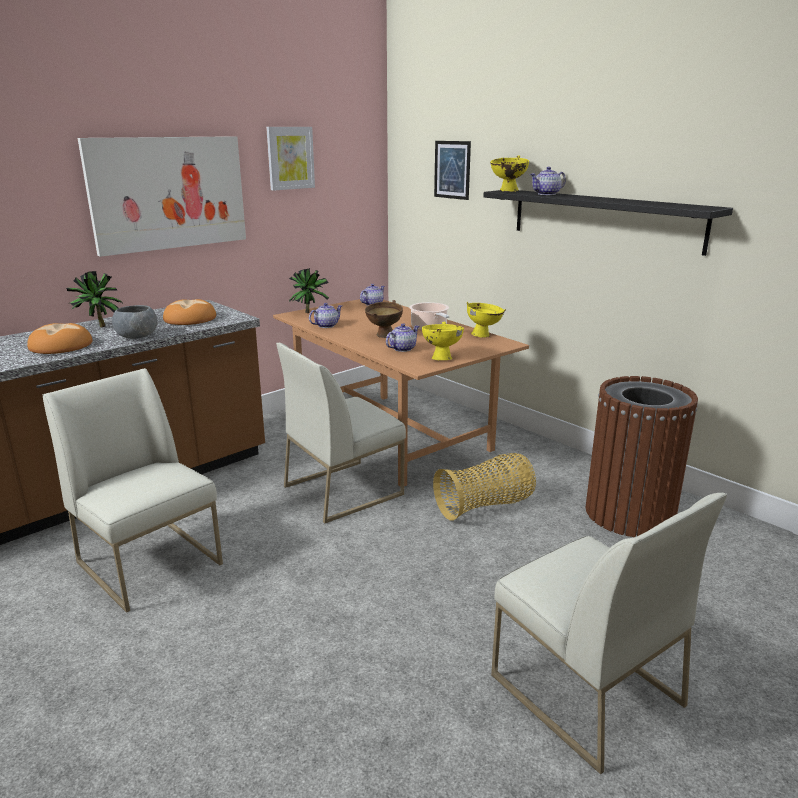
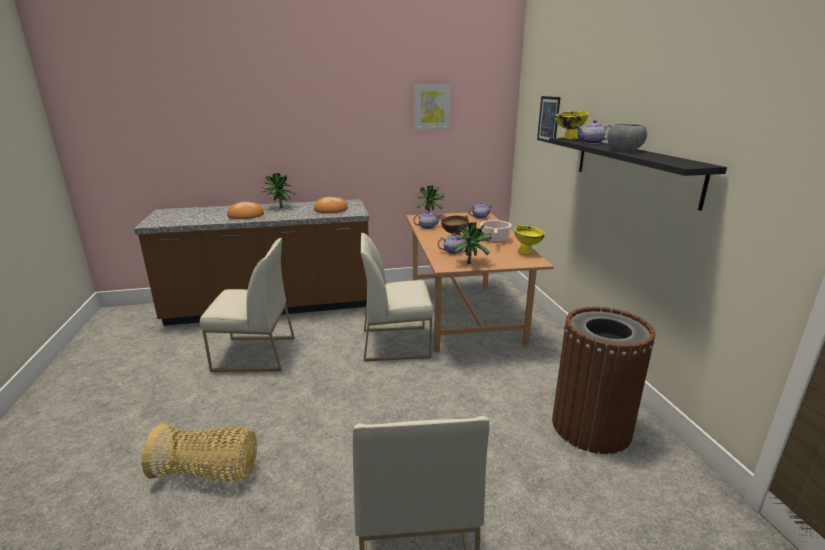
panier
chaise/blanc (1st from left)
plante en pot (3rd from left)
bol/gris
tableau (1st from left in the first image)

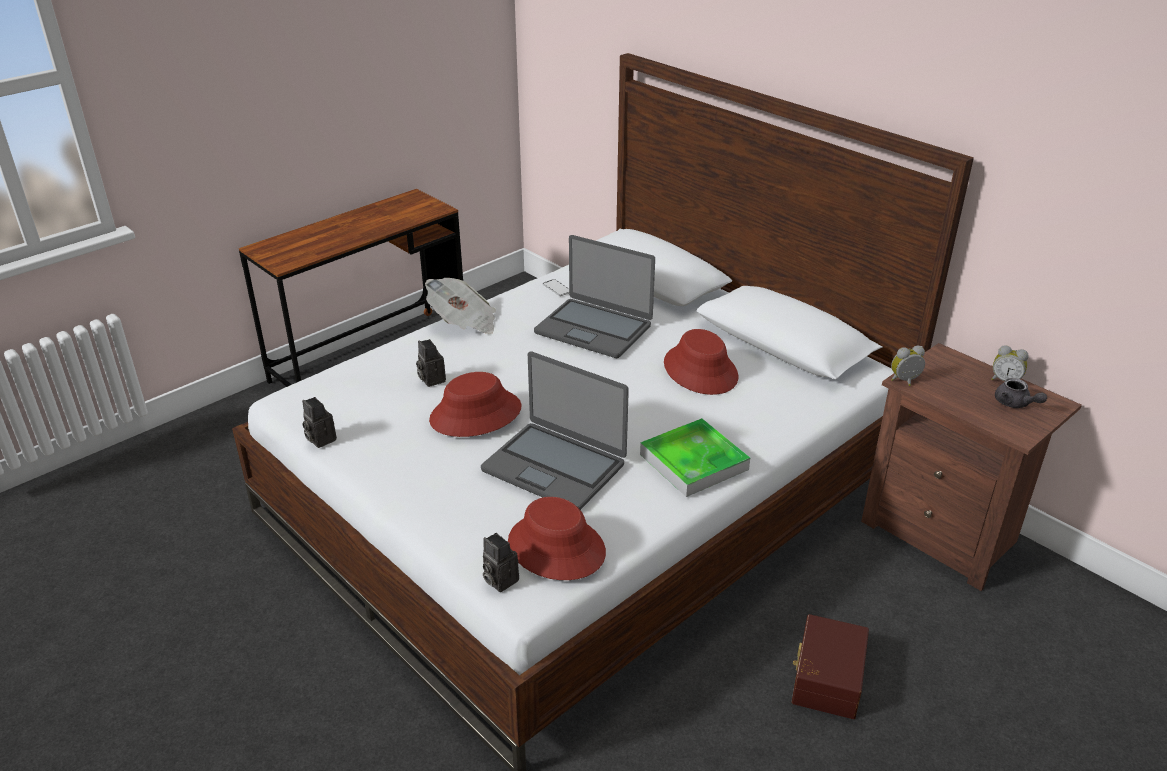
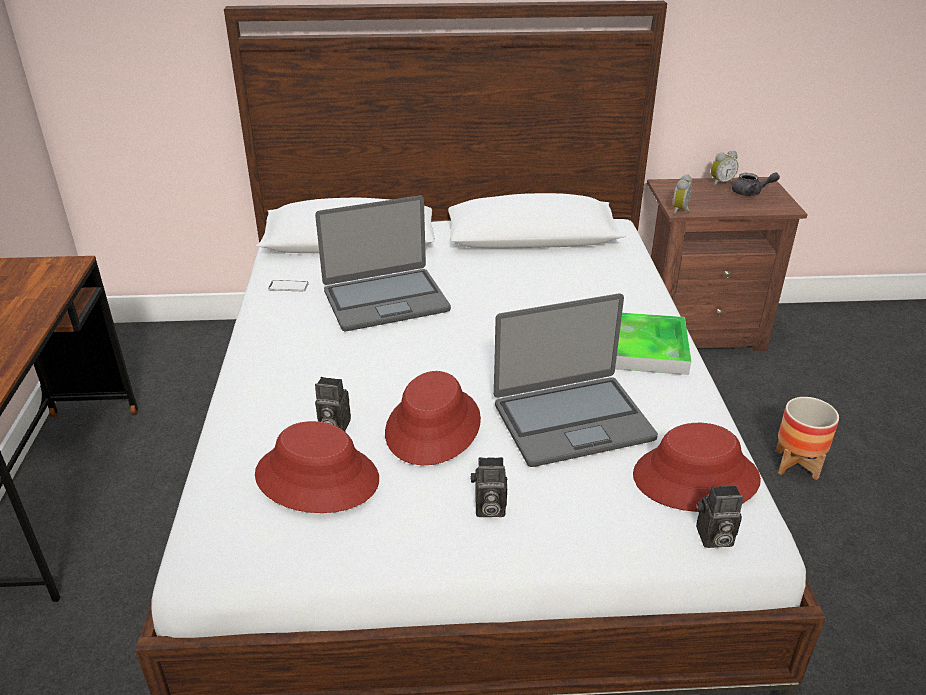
chapeau/rouge (1st from left)
appareil photo (2nd from left)
cache-pot
journal

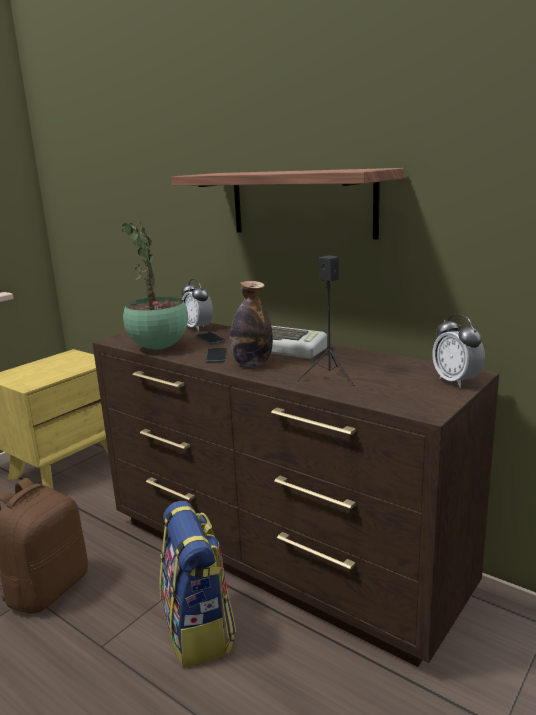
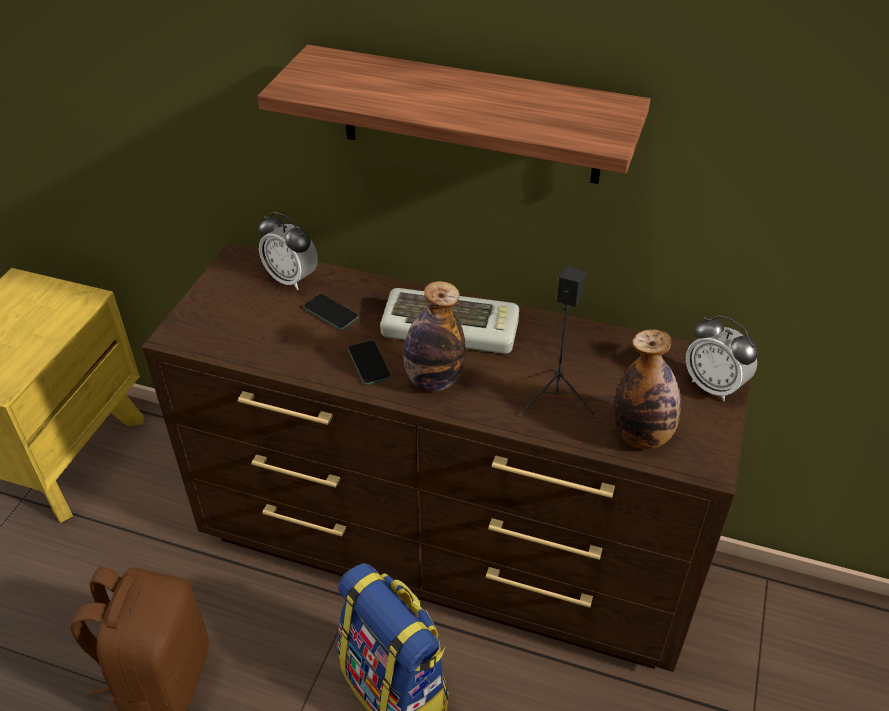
bouteille (2nd from left)
plante en pot

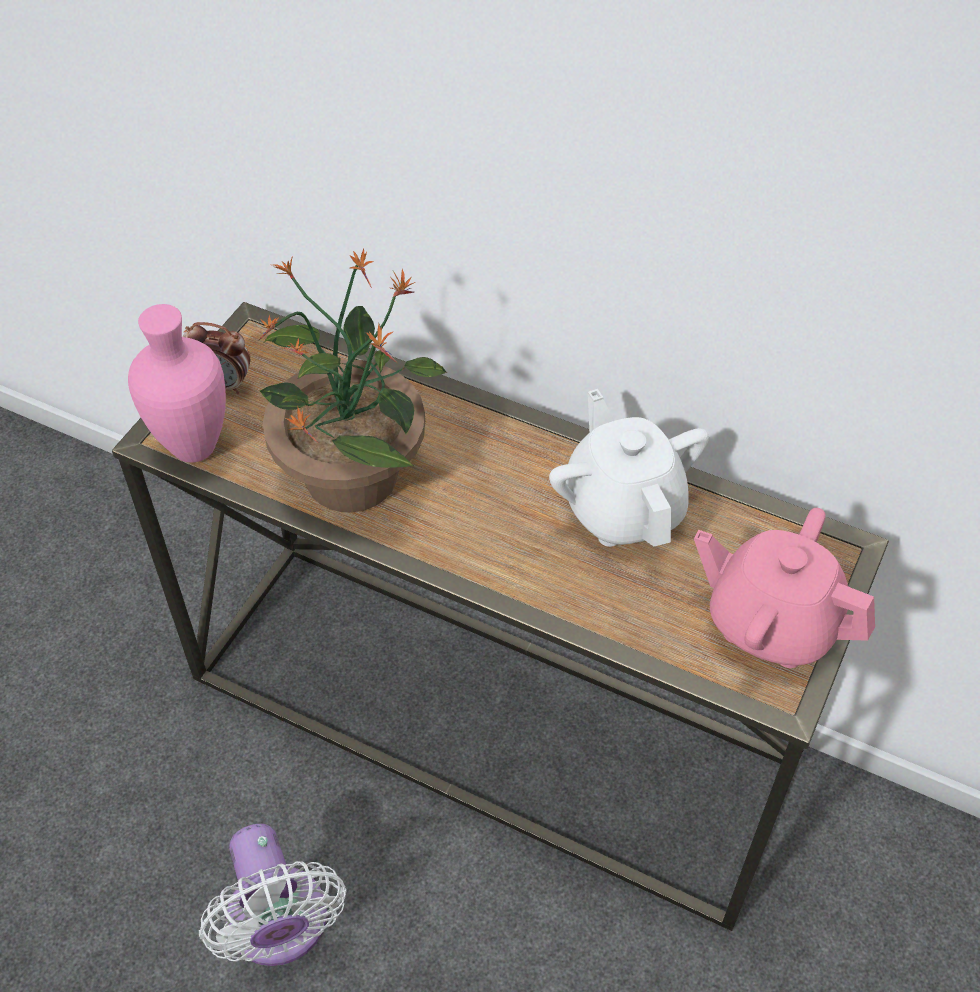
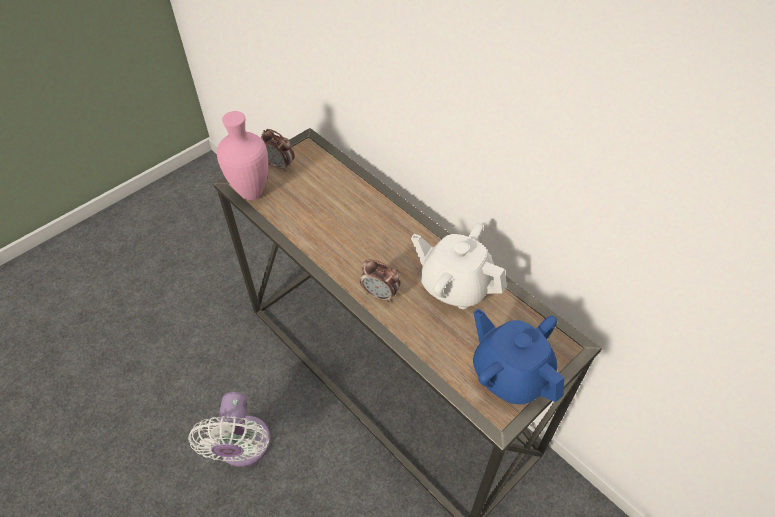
réveil (2nd from left)
théière/blanc
théière/bleu
plante en pot

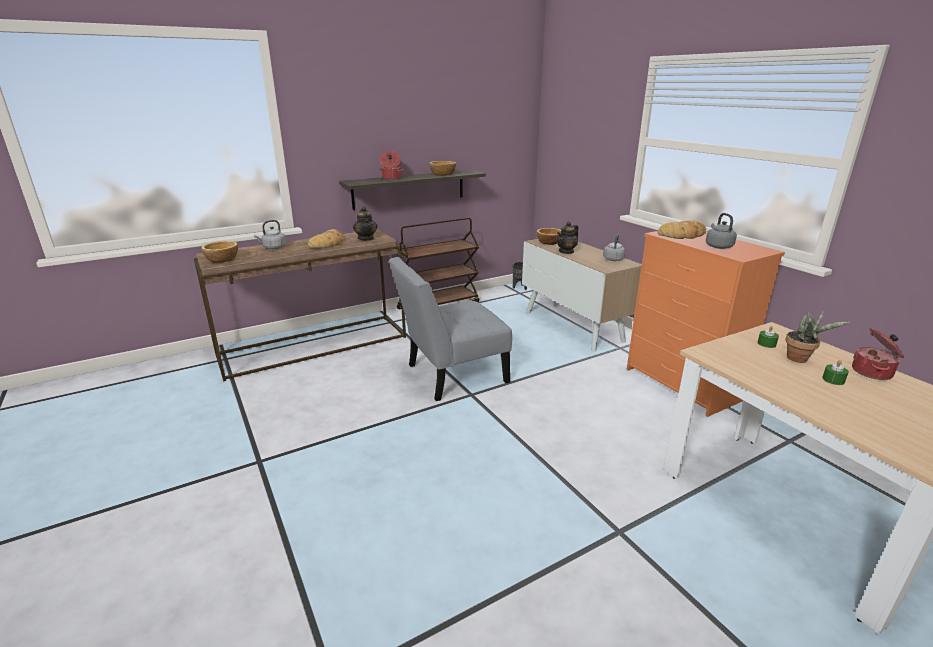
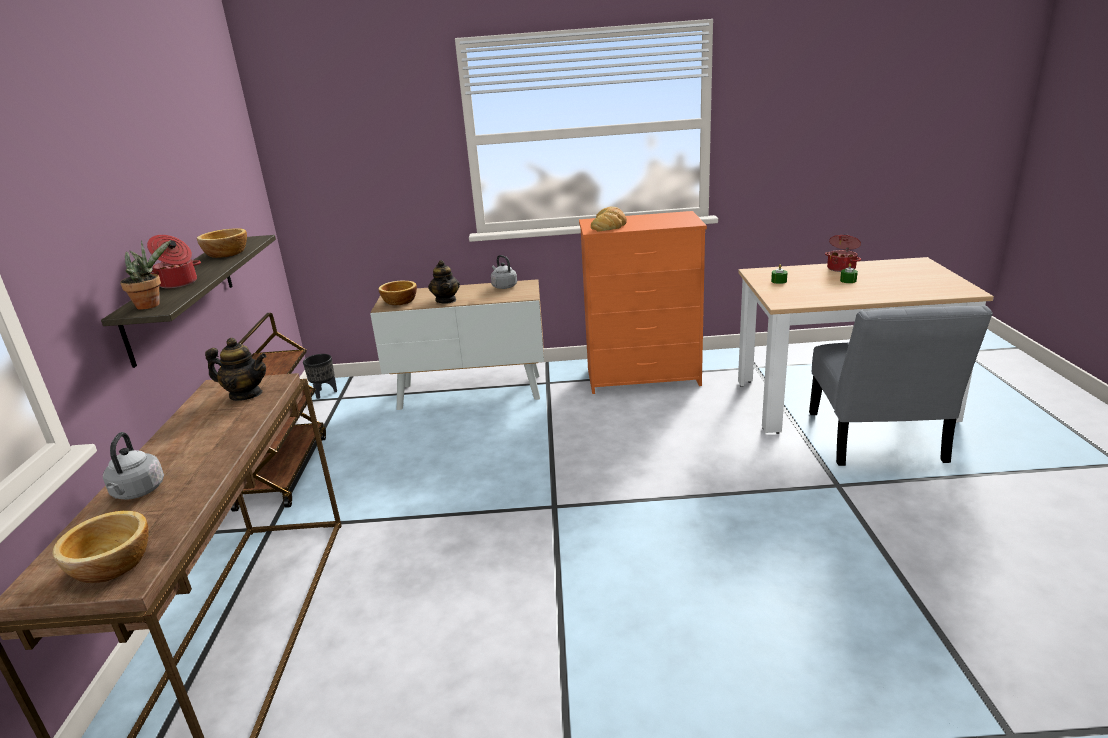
plante en pot
chaise/gris
pain (1st from left in the first image)
bouilloire/gris (3rd from left in the first image)

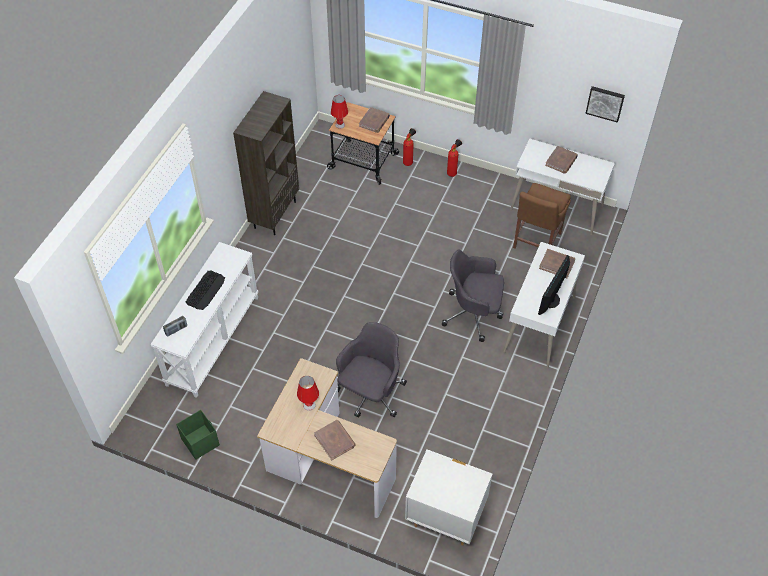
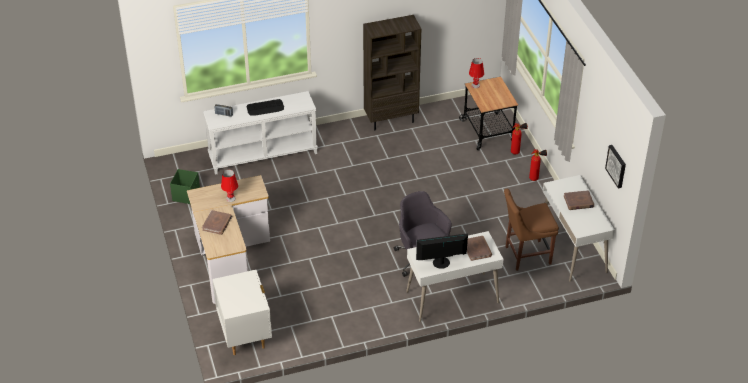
chaise de bureau/gris (1st from left in the first image)
livre/marron (2nd from left in the first image)

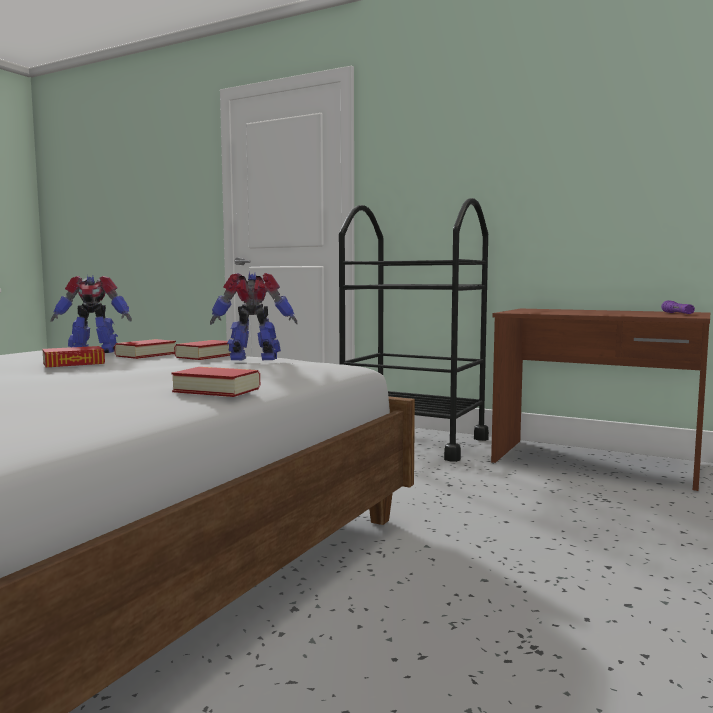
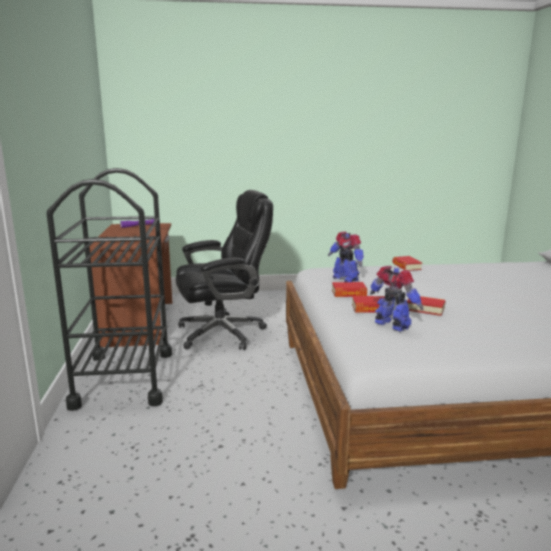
chaise de bureau/noir

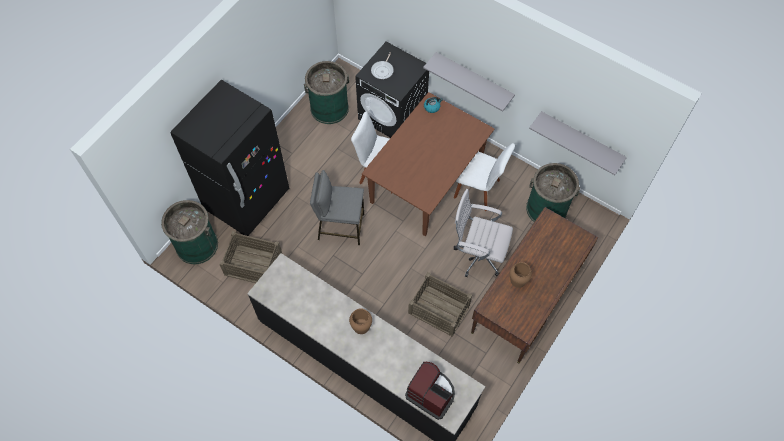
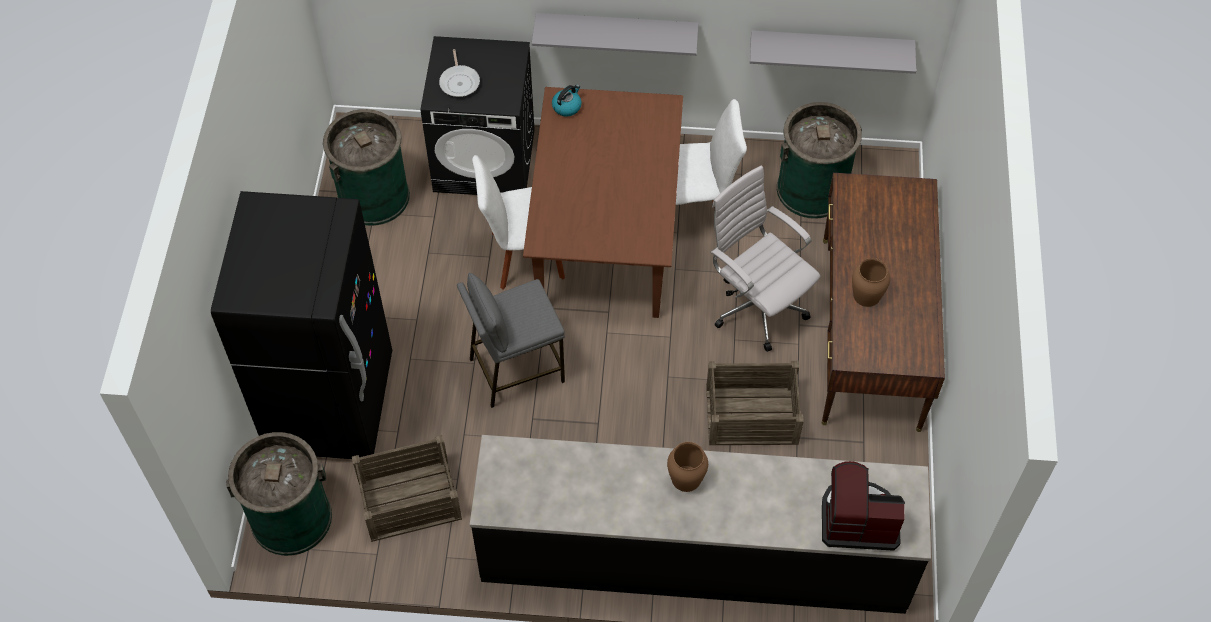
chaise de bureau/blanc

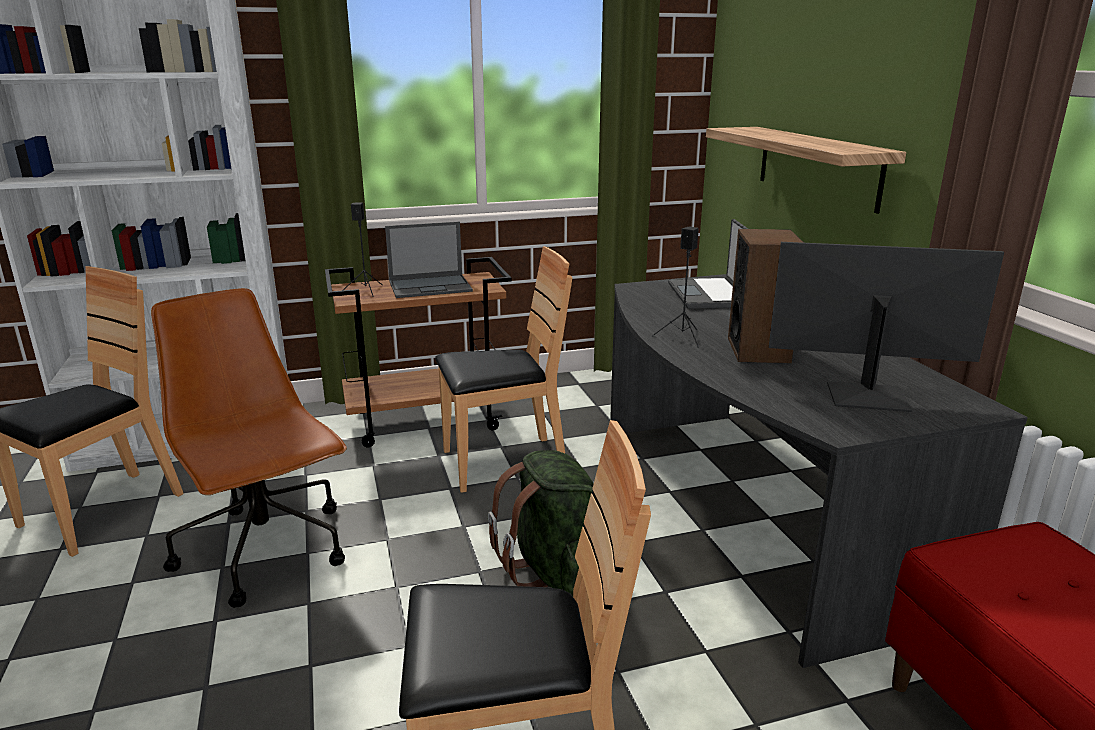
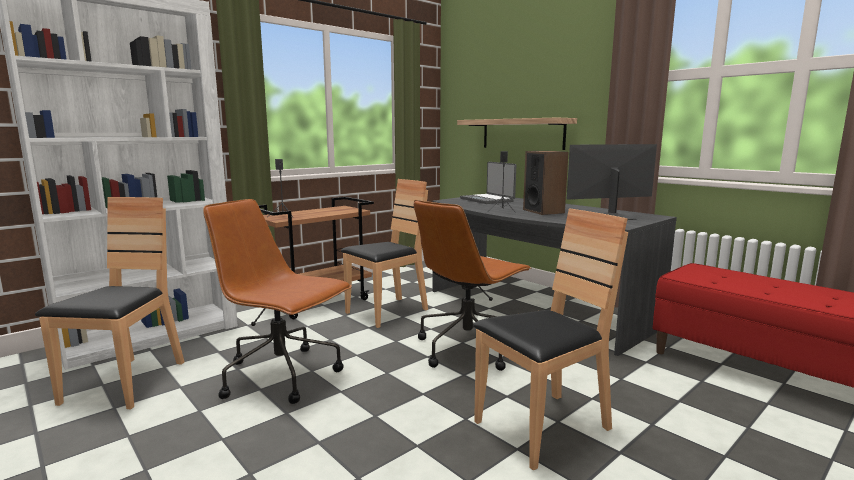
chaise de bureau/marron (2nd from left)
ordinateur portable (1st from left in the first image)

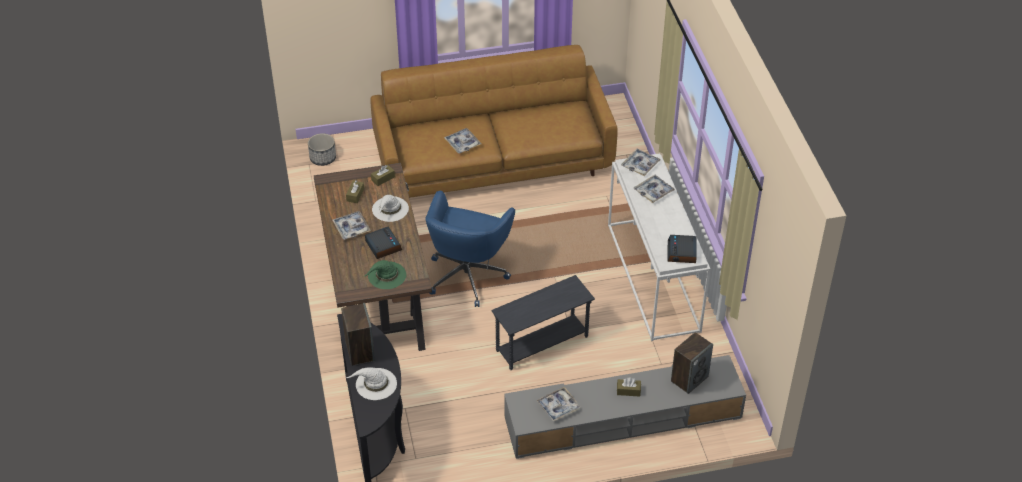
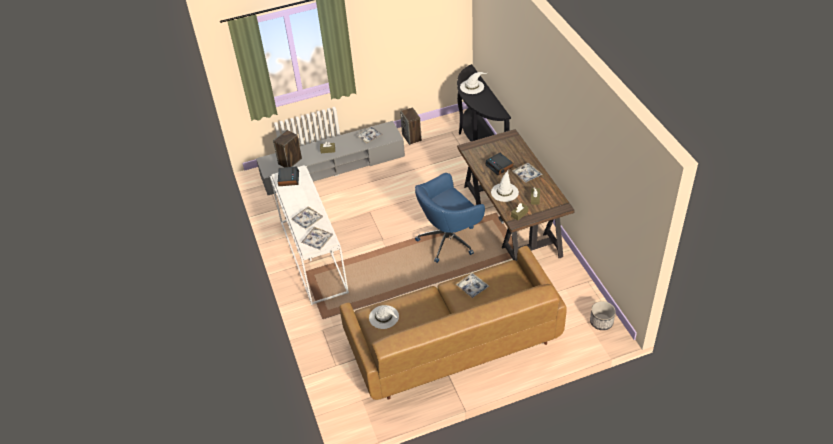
chapeau/blanc (1st from left)
enceinte (2nd from left)
chaise de bureau/bleu
chapeau/vert
table d'appoint/gris

